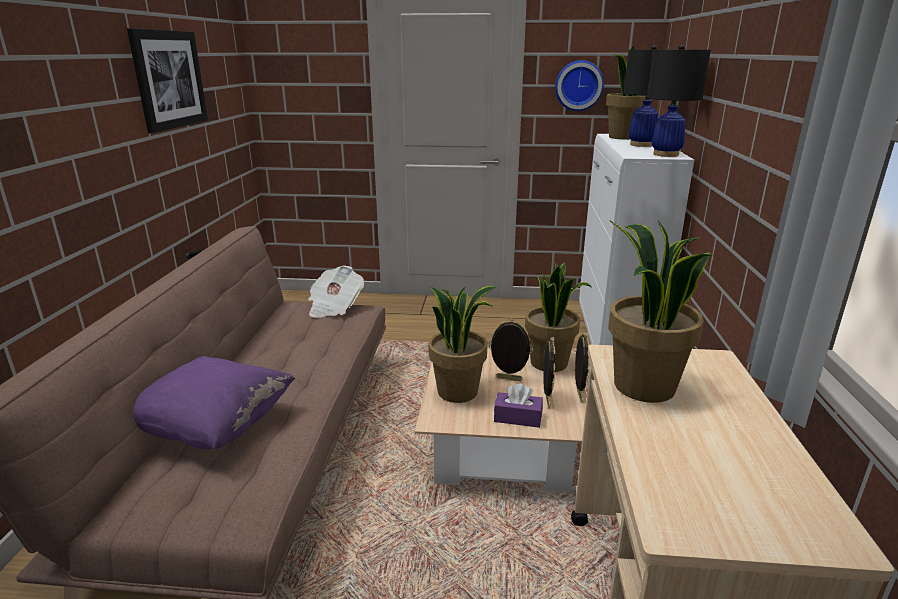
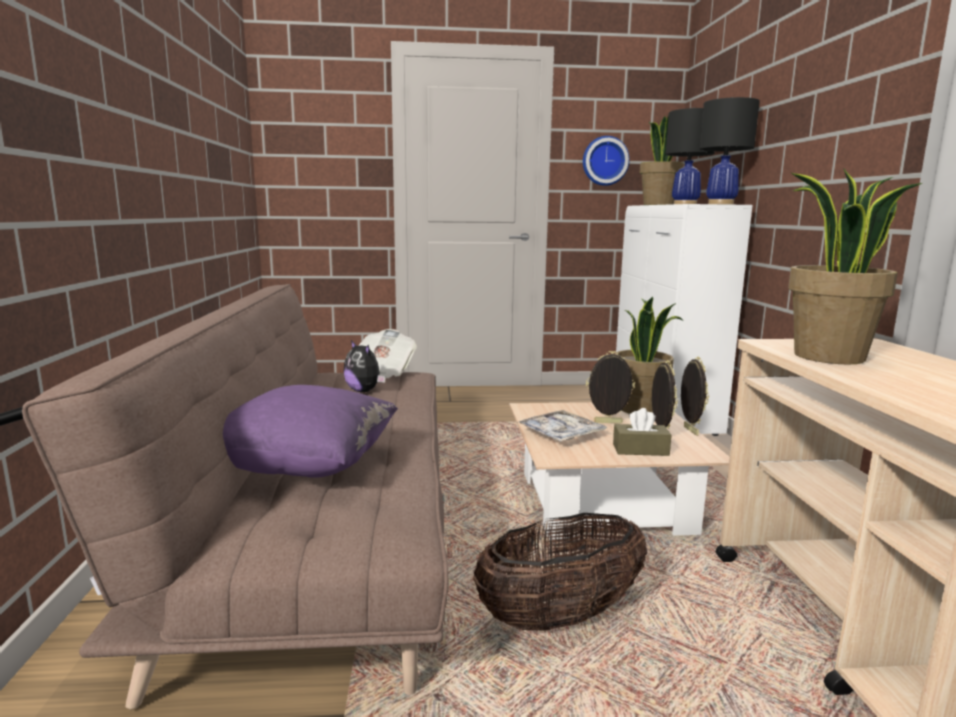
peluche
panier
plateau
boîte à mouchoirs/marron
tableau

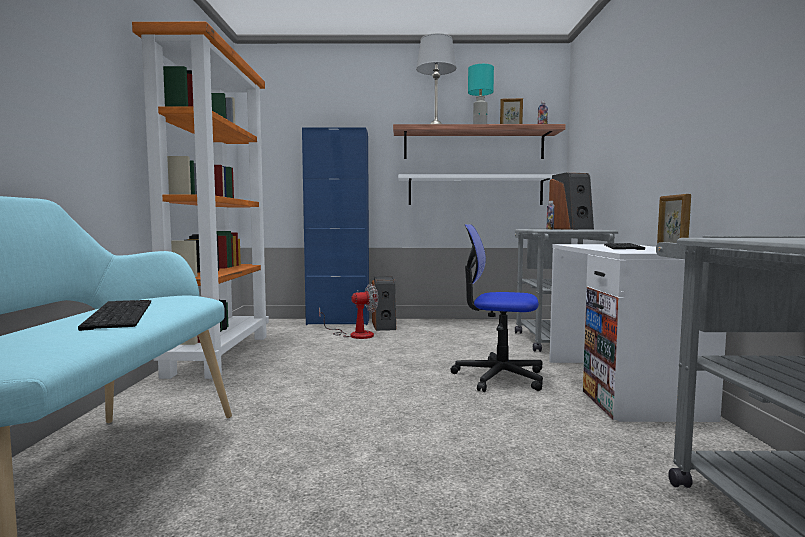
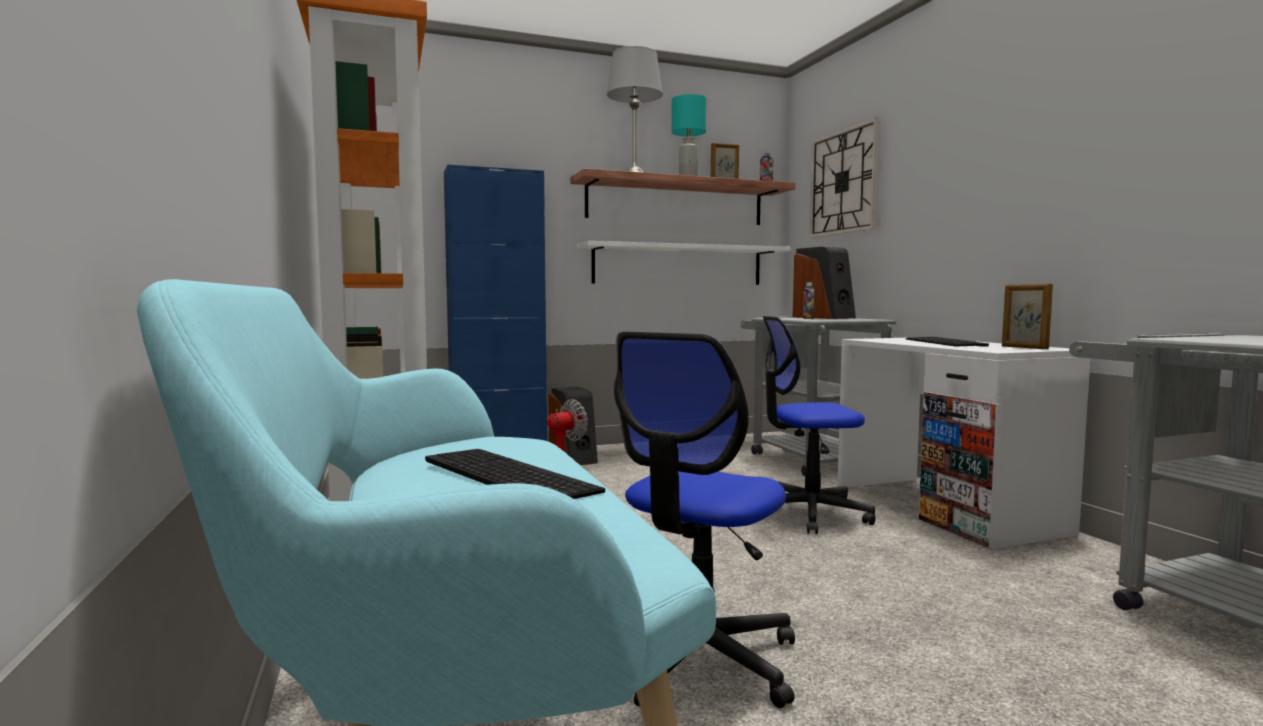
chaise de bureau (1st from left)
horloge murale

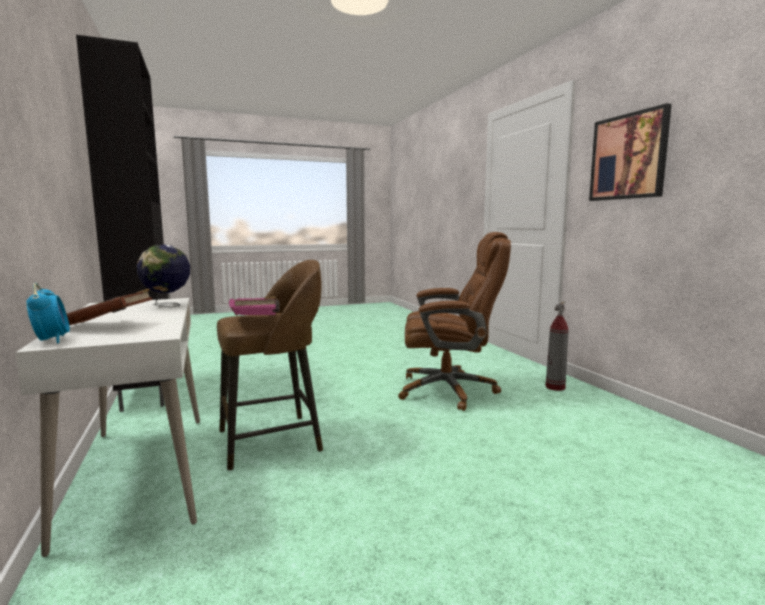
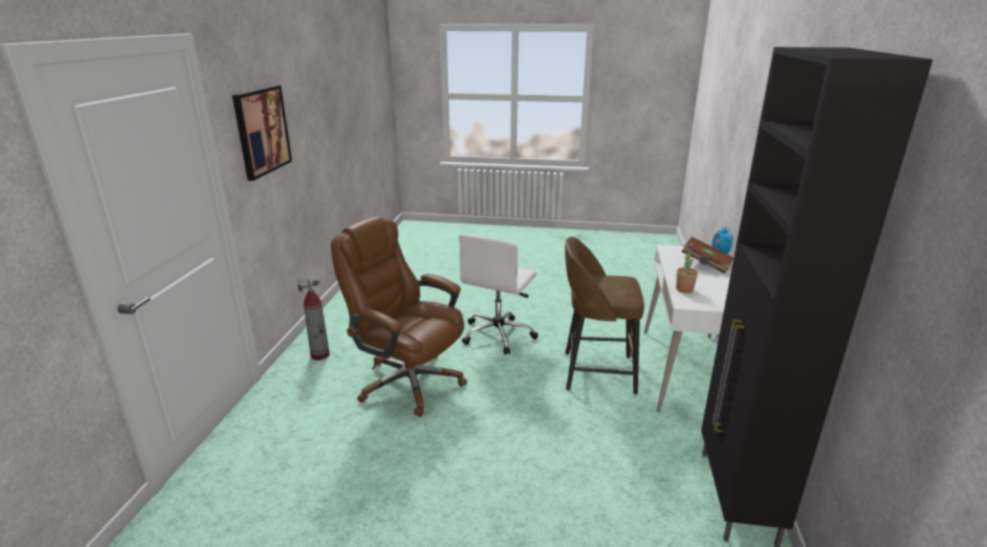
chaise de bureau/blanc
plante en pot
livre/rose

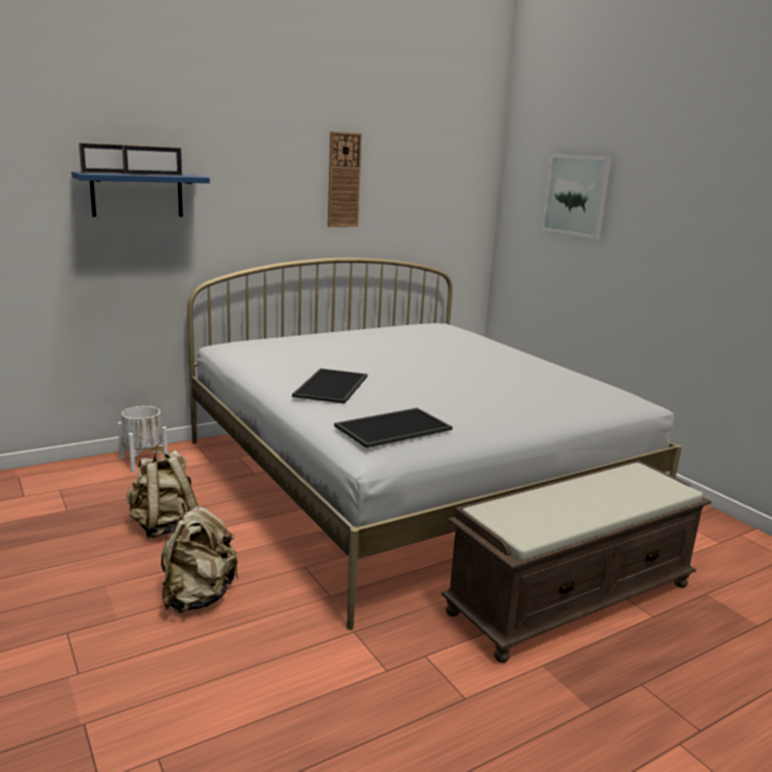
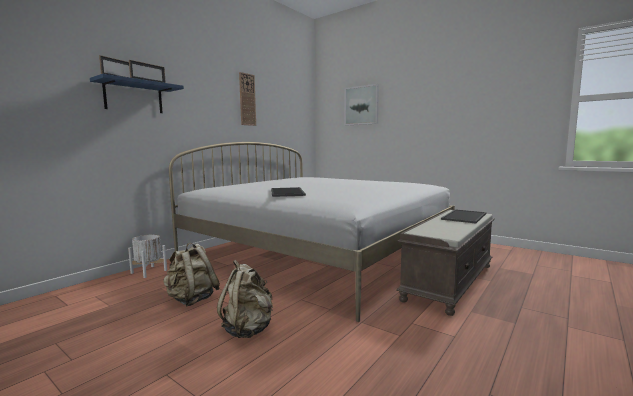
plateau (2nd from left)

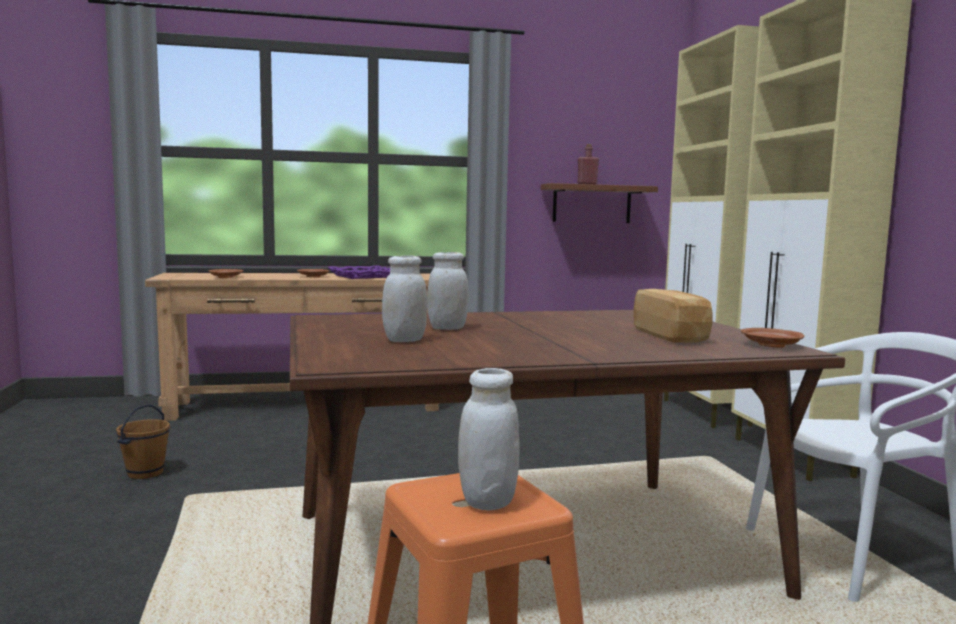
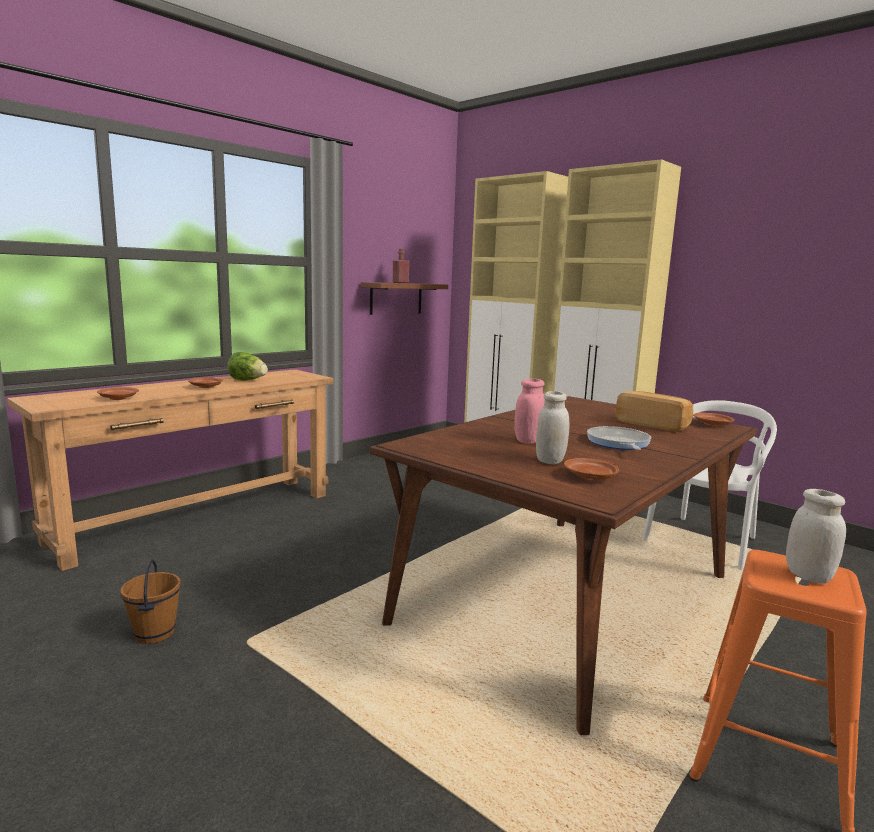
laitue
bocal/rose
assiette/marron (3rd from left)
poêle

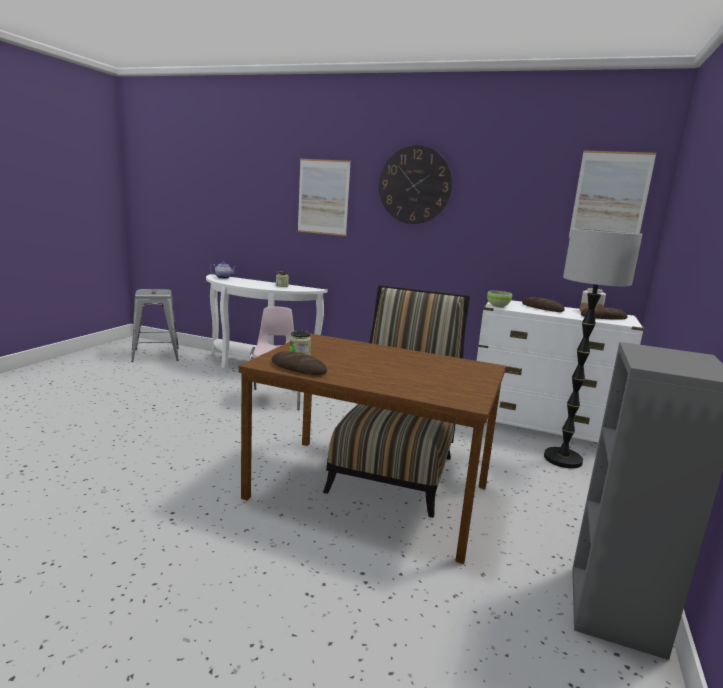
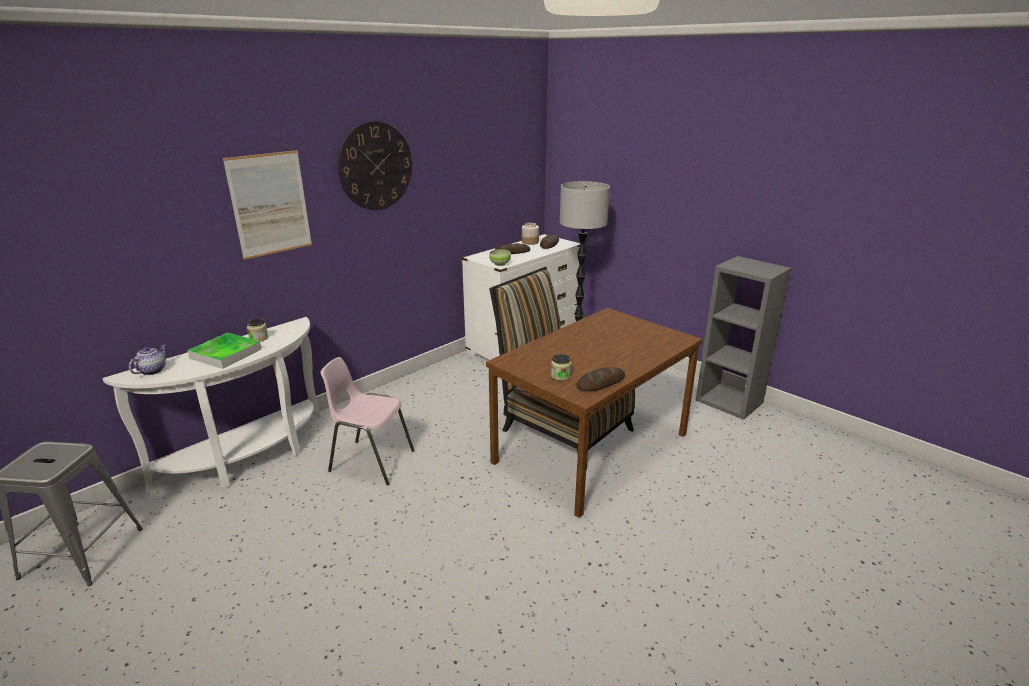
plateau
tableau (2nd from left in the first image)

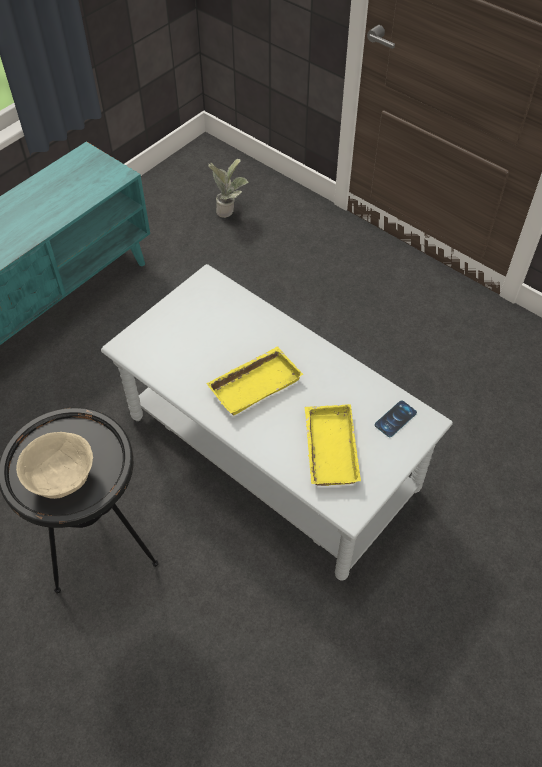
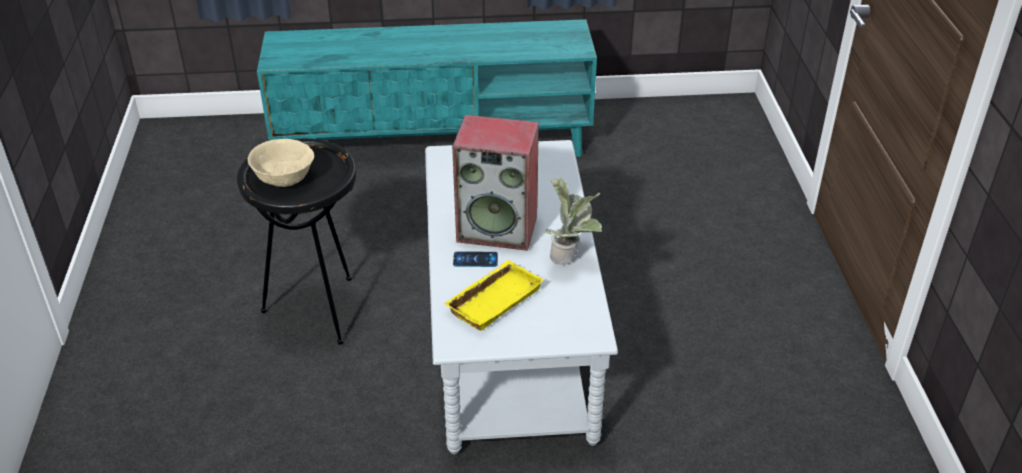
enceinte
téléphone
plante en pot

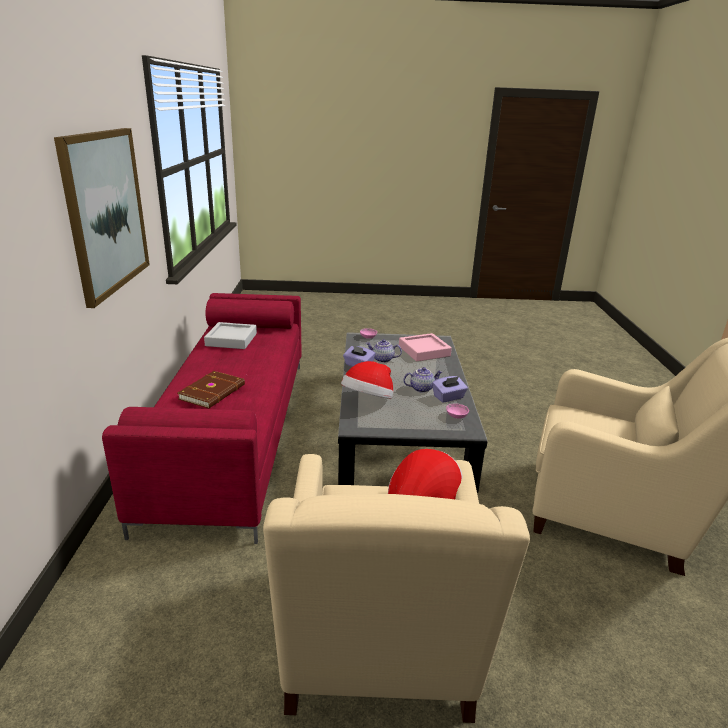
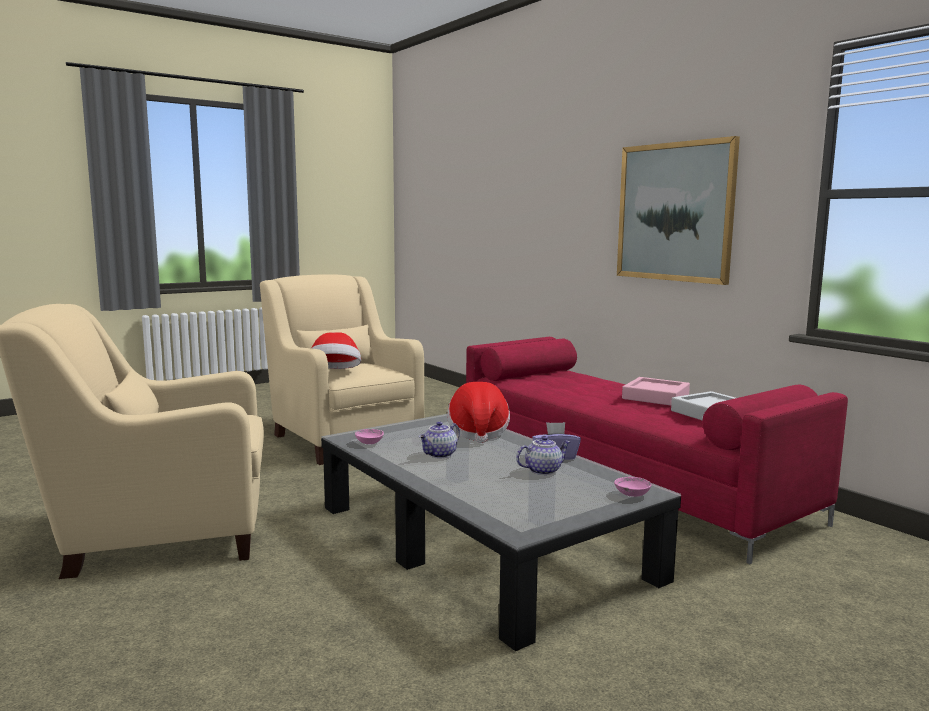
plateau/rose
livre/marron
boîte à mouchoirs/violet (2nd from left in the first image)

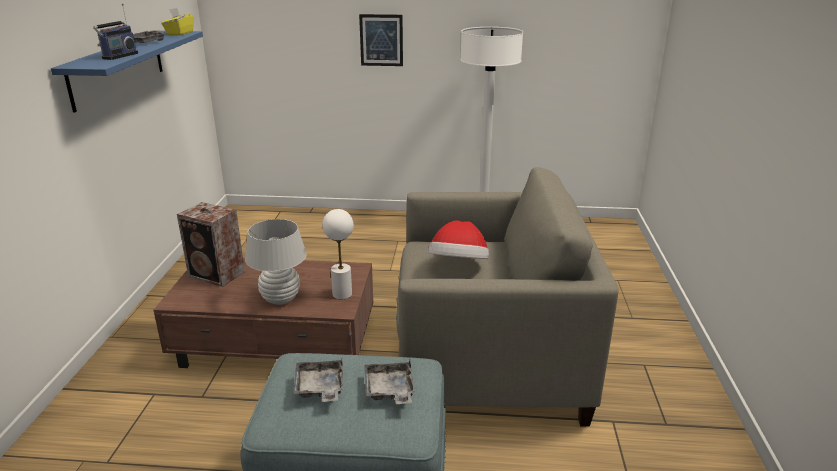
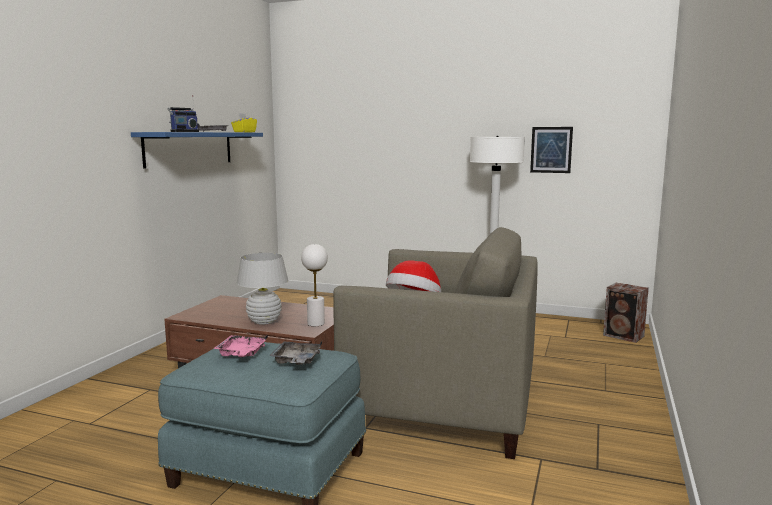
plateau/rose
tableau
enceinte

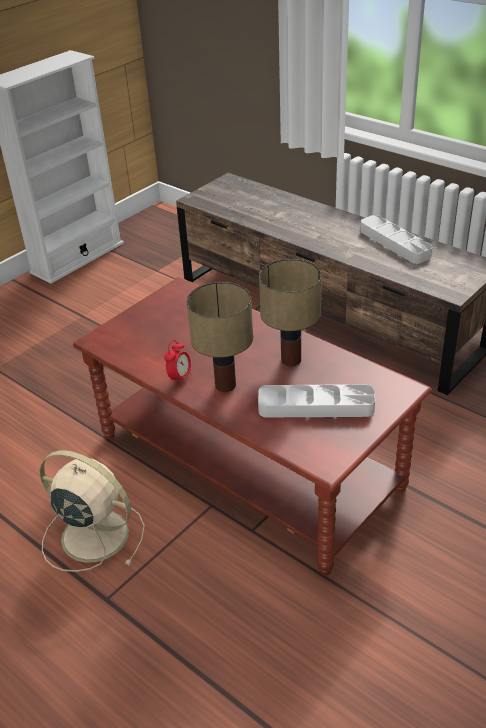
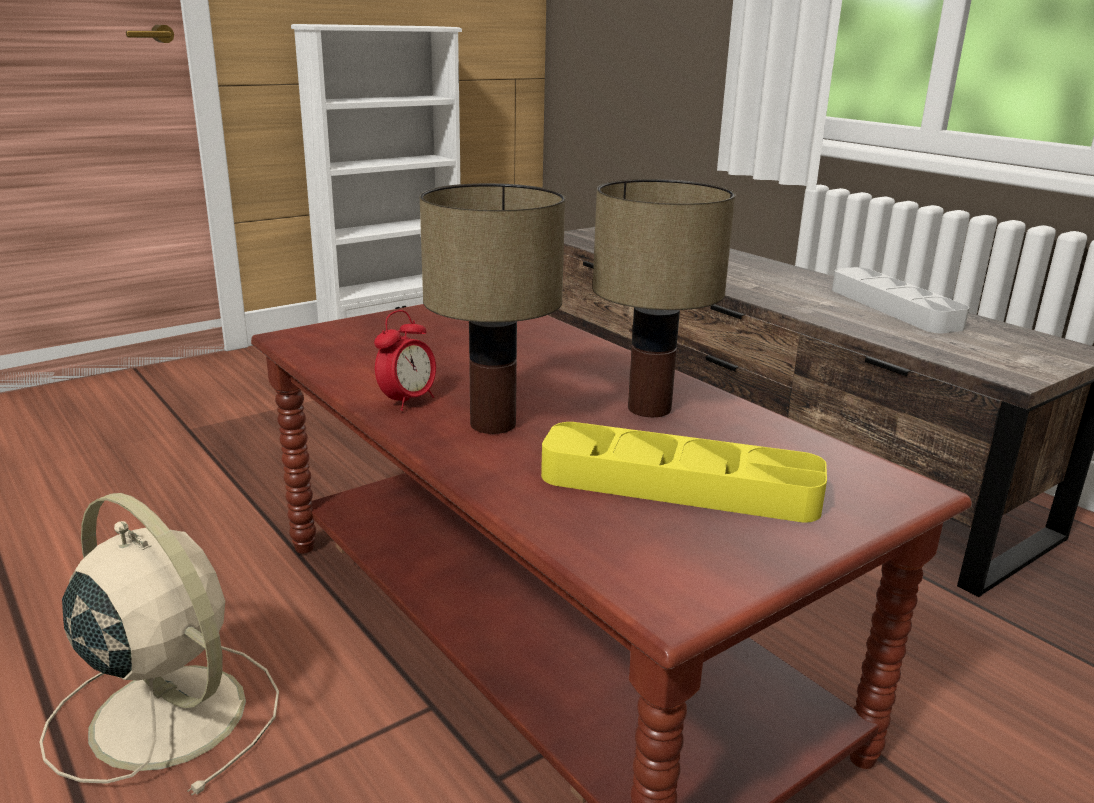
plateau/jaune

